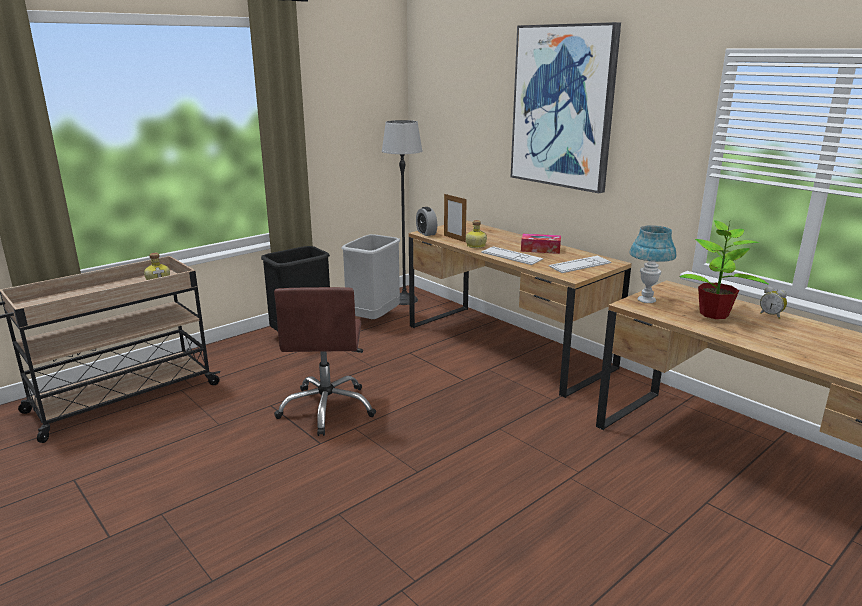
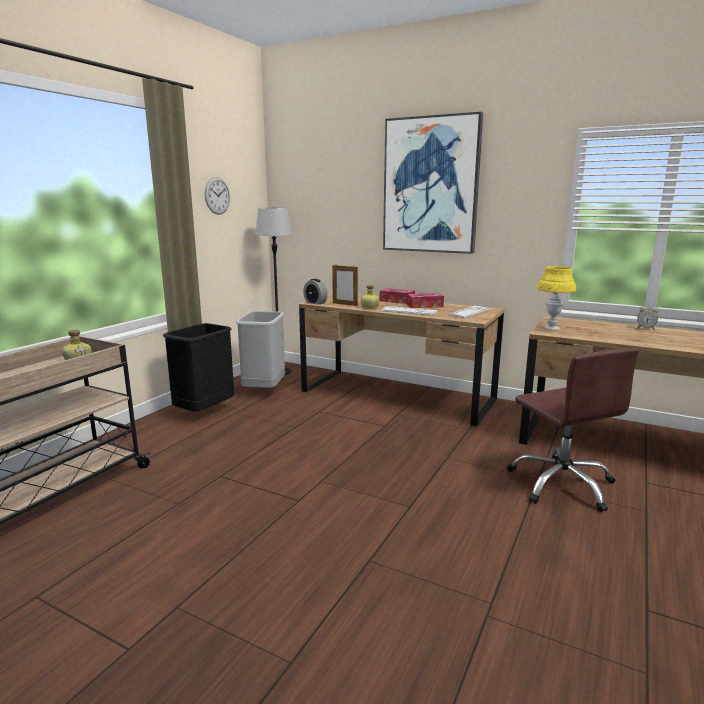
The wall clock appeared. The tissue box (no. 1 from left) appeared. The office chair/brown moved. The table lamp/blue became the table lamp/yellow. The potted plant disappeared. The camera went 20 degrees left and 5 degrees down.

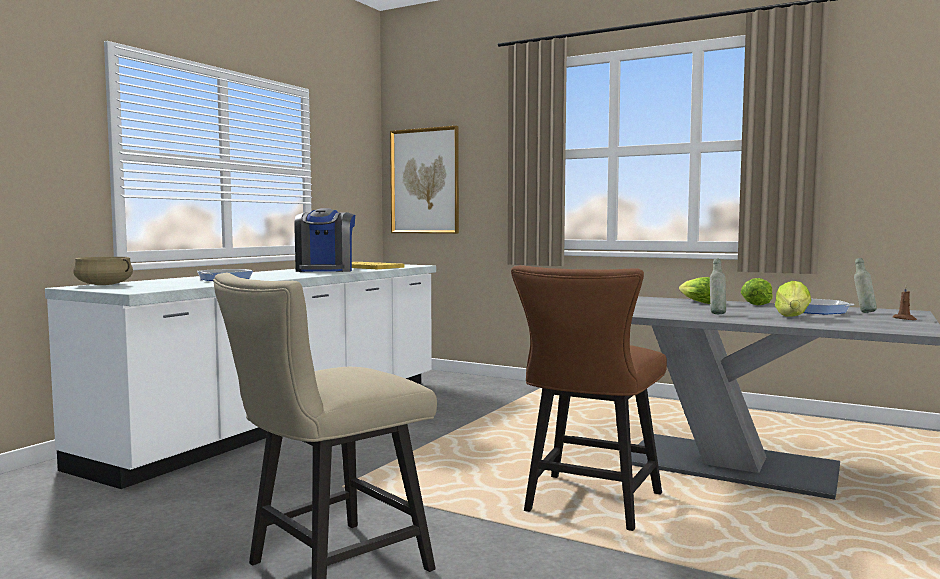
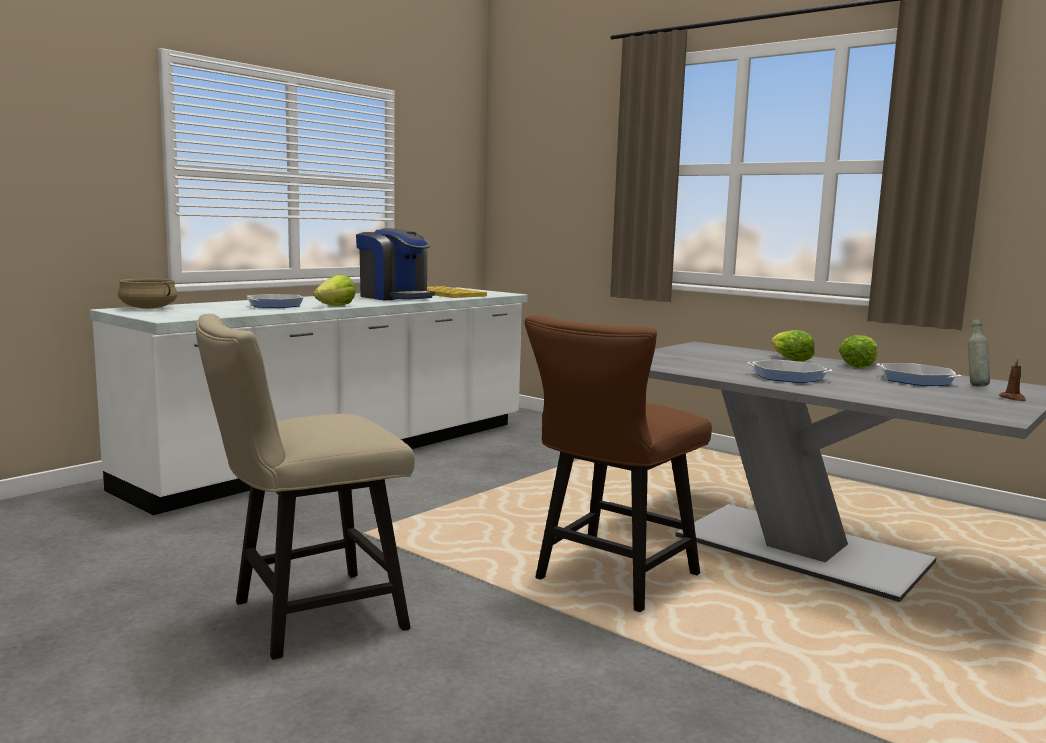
The lettuce (no. 3 from left in the first image) moved. The coffee machine turned 60 degrees counterclockwise. The bottle/grey (no. 1 from left) was replaced by the frying pan (no. 2 from left). The picture disappeared. The camera went 10 degrees right and 5 degrees up.

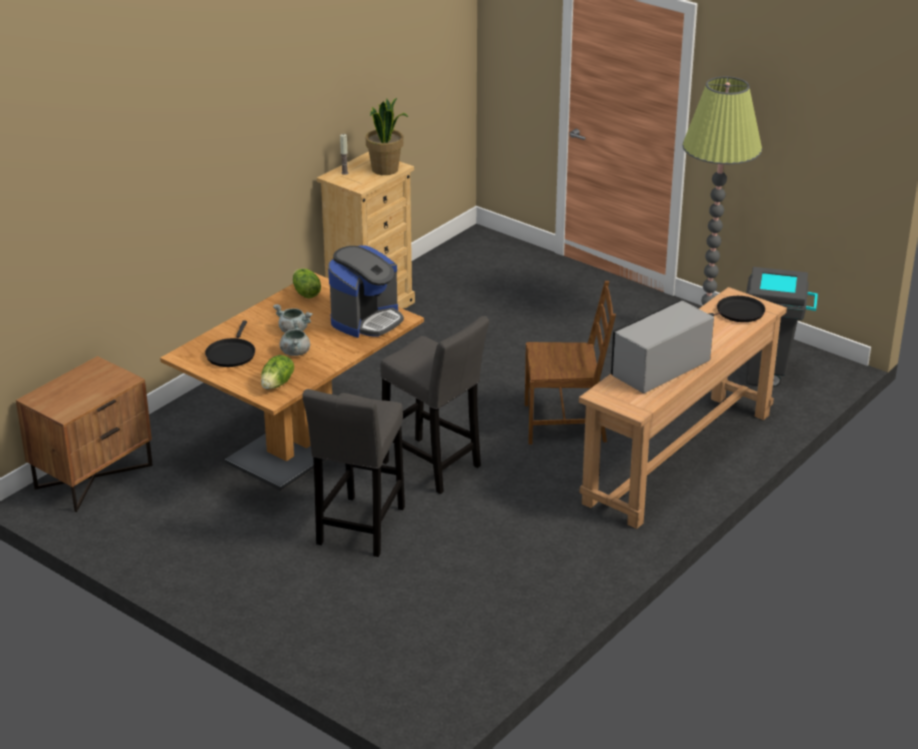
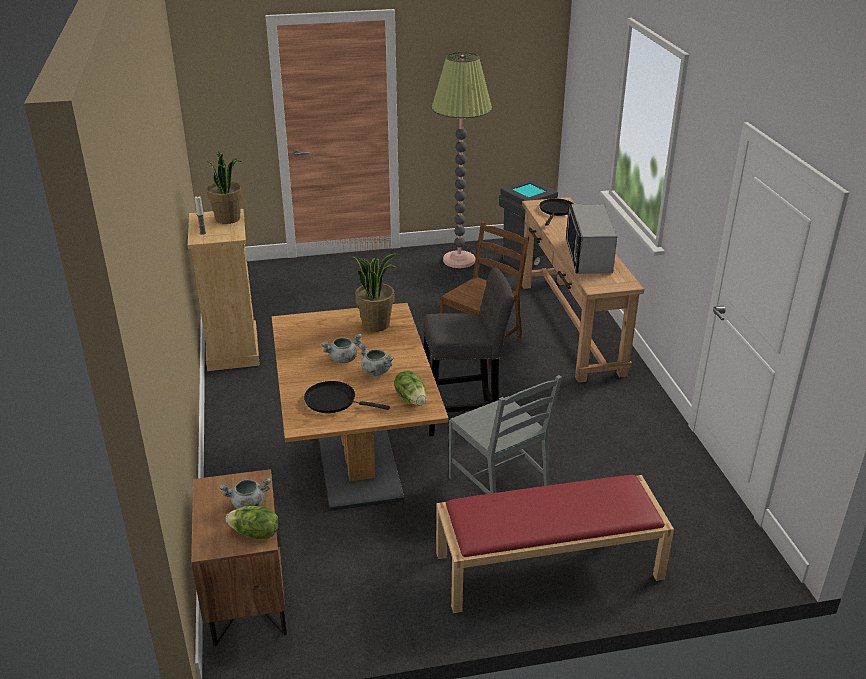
The cooking pot/grey (no. 1 from left) appeared. The lettuce (no. 2 from left in the first image) moved. The frying pan/black (no. 1 from left) turned 150 degrees clockwise. The coffee machine was replaced by the potted plant (no. 2 from left). The bench/red appeared. The stool/grey (no. 1 from left) was replaced by the chair/grey. The camera went 50 degrees left and 0 degrees up.

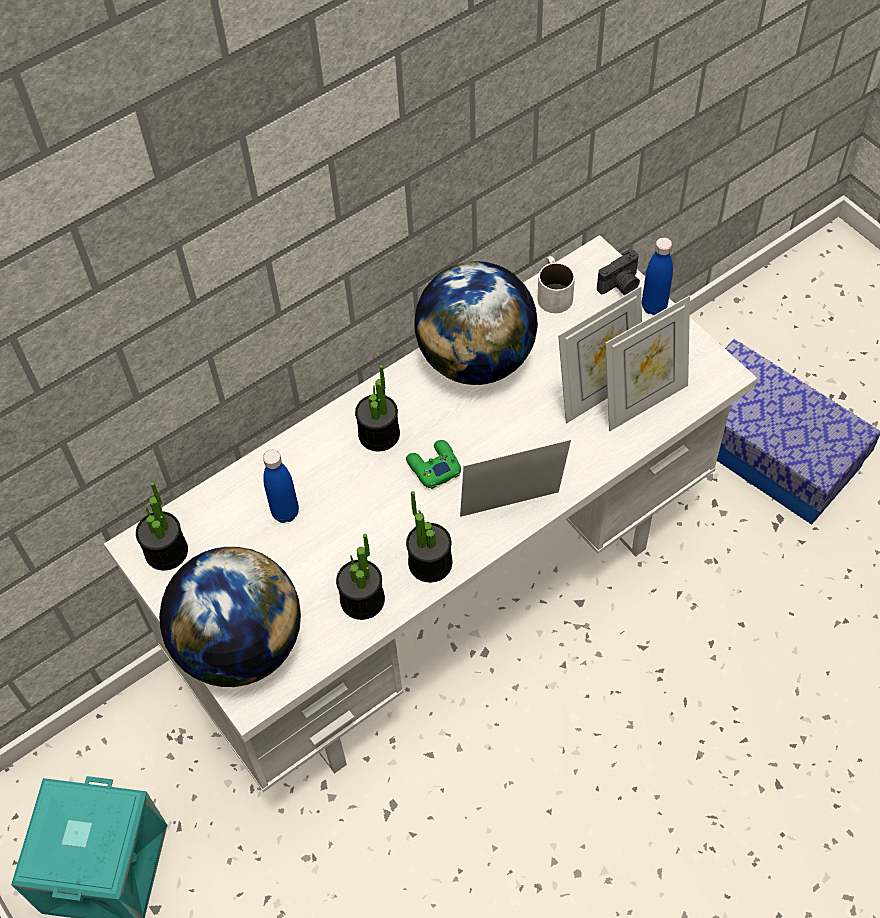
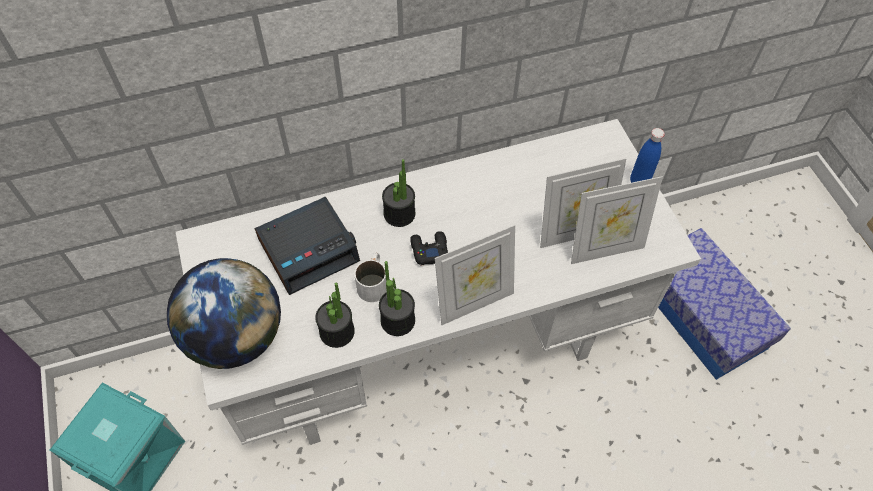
The bottle/blue (no. 1 from left) was replaced by the alarm clock. The mug/white moved. The game controller/green became the game controller/black. The picture frame (no. 1 from left) turned 150 degrees clockwise. The potted plant (no. 1 from left) disappeared. The globe (no. 2 from left) disappeared. The photo camera disappeared. The camera went 15 degrees right and 0 degrees up.

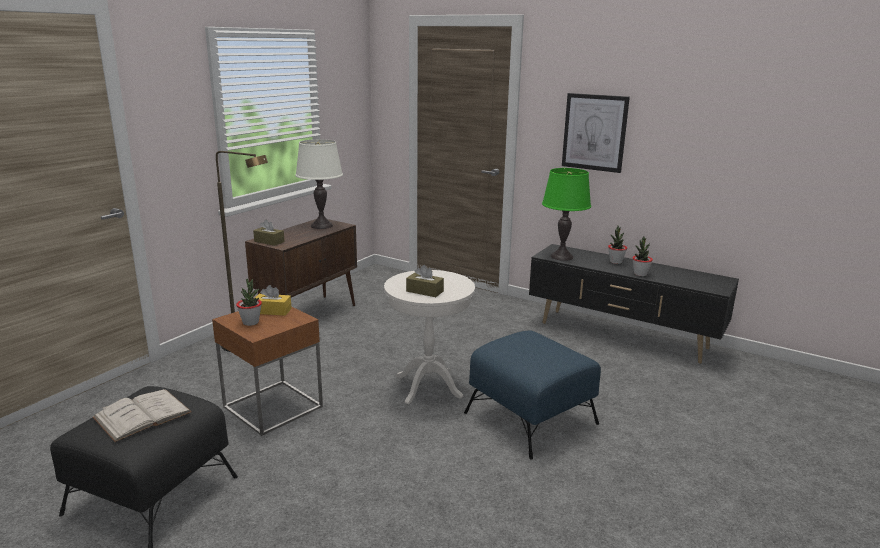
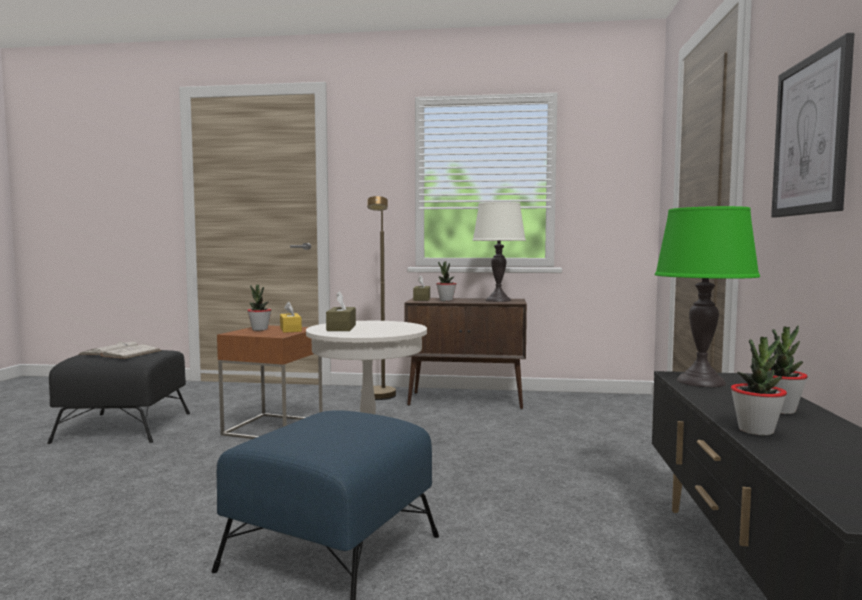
The potted plant (no. 2 from left) appeared. The camera went 65 degrees right and 15 degrees down.

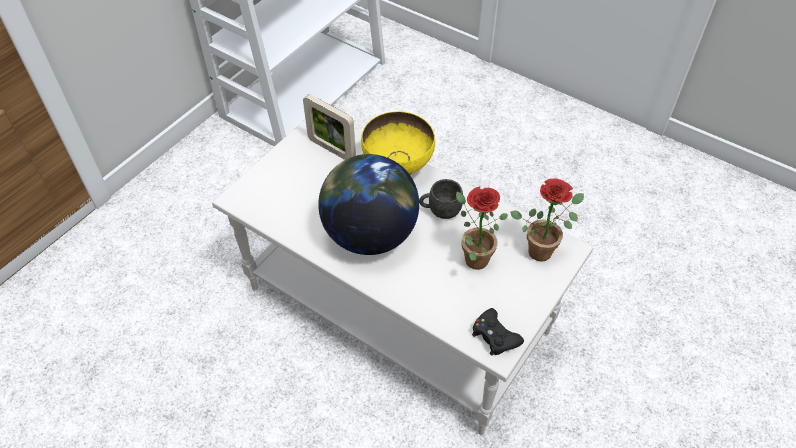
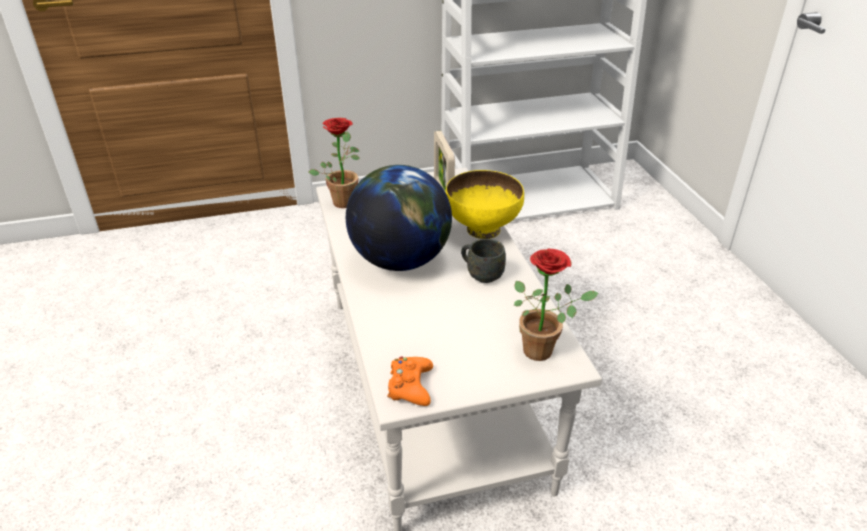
The potted plant (no. 1 from left) moved. The game controller/black became the game controller/orange. The camera went 40 degrees right and 15 degrees down.

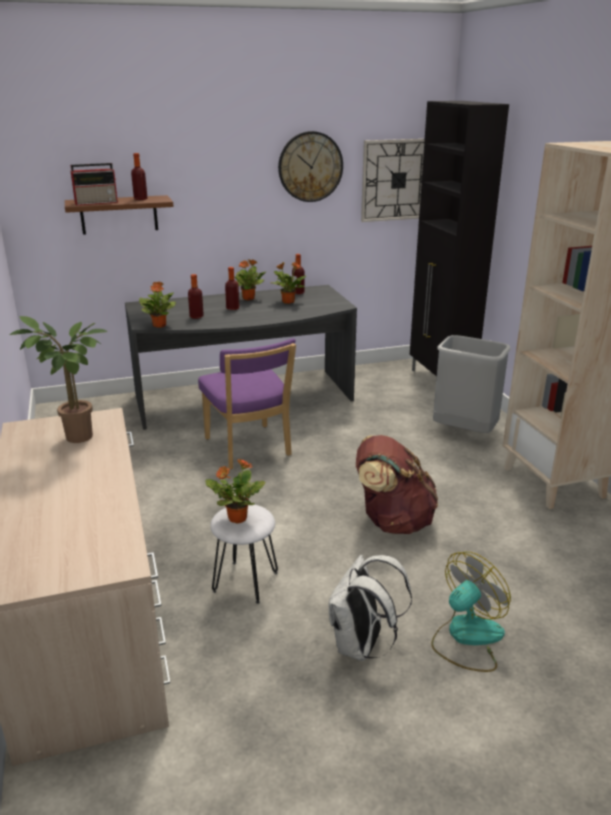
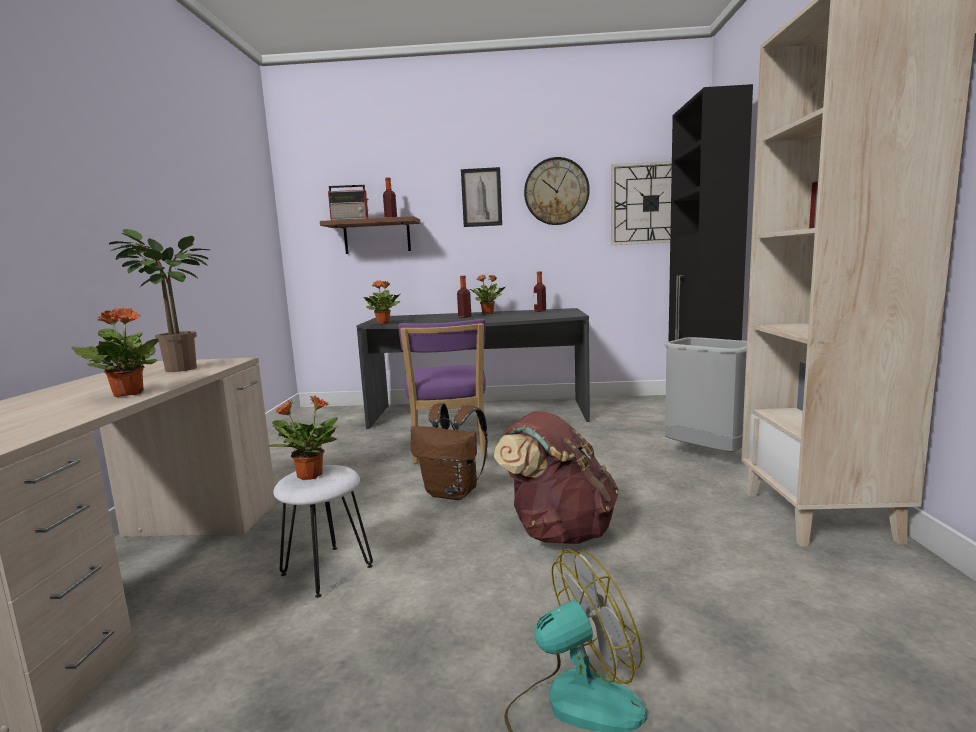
The potted plant (no. 5 from left in the first image) moved. The backpack/brown (no. 1 from left) appeared. The picture appeared. The bottle (no. 2 from left) disappeared. The backpack/white disappeared. The camera went 20 degrees right and 15 degrees down.

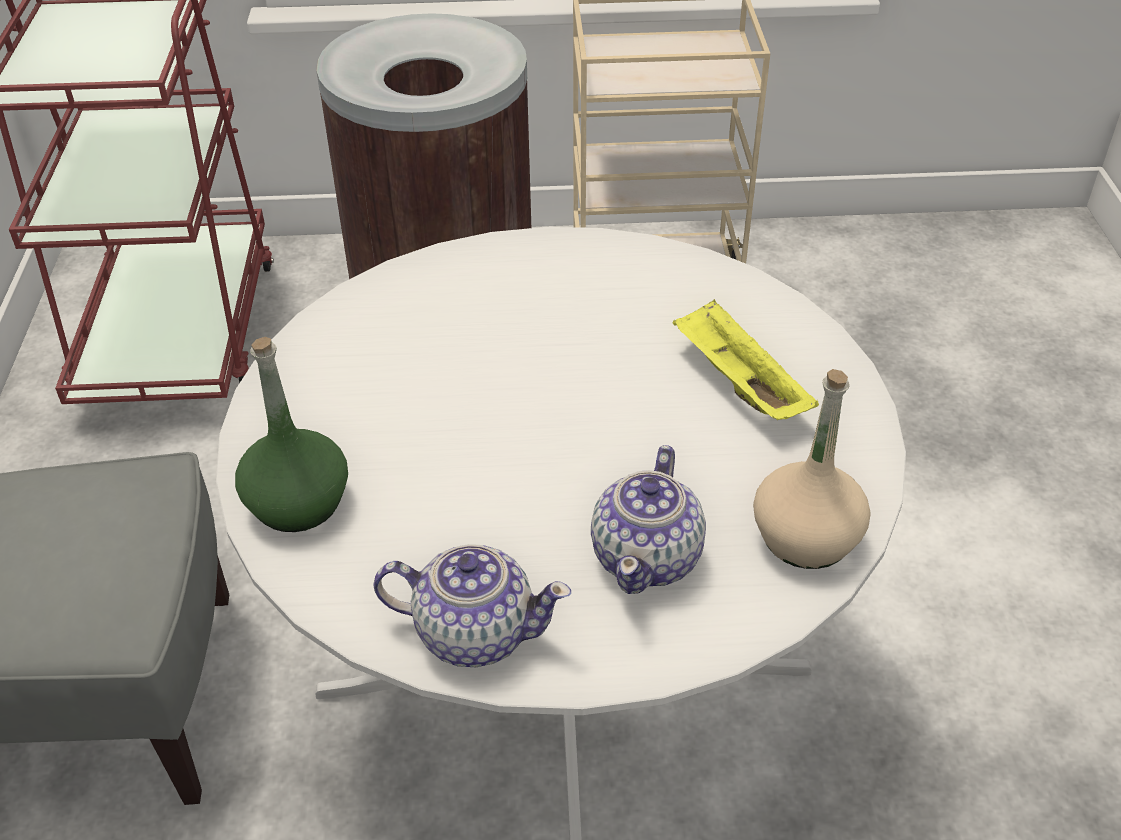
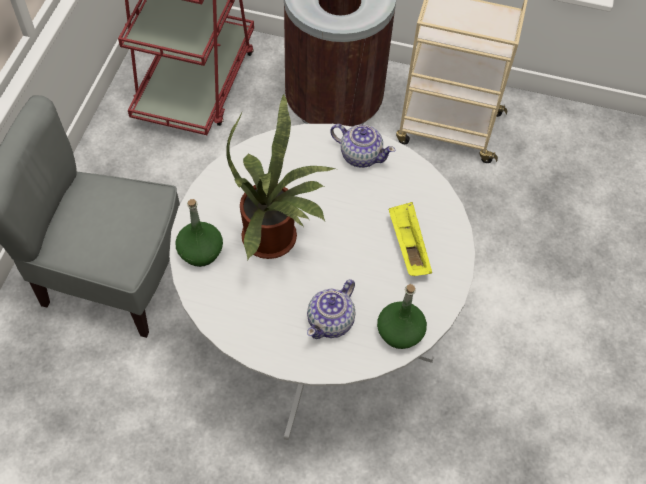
The potted plant appeared. The teapot (no. 1 from left in the first image) moved. The bottle/beige became the bottle/green (no. 2 from left). The camera went 15 degrees right and 15 degrees up.

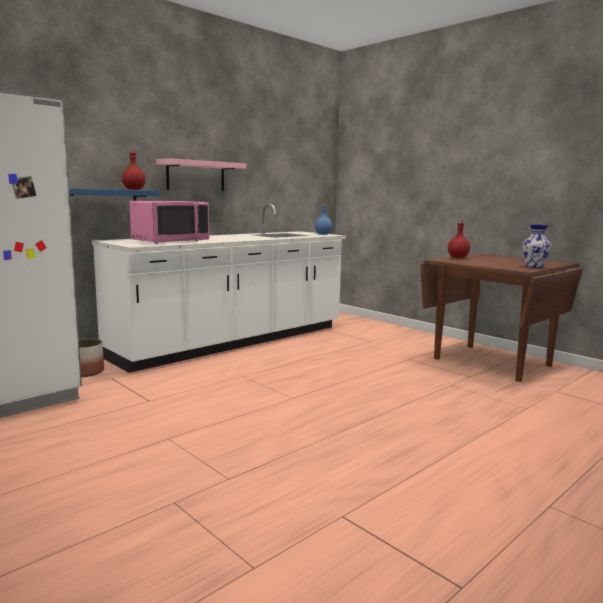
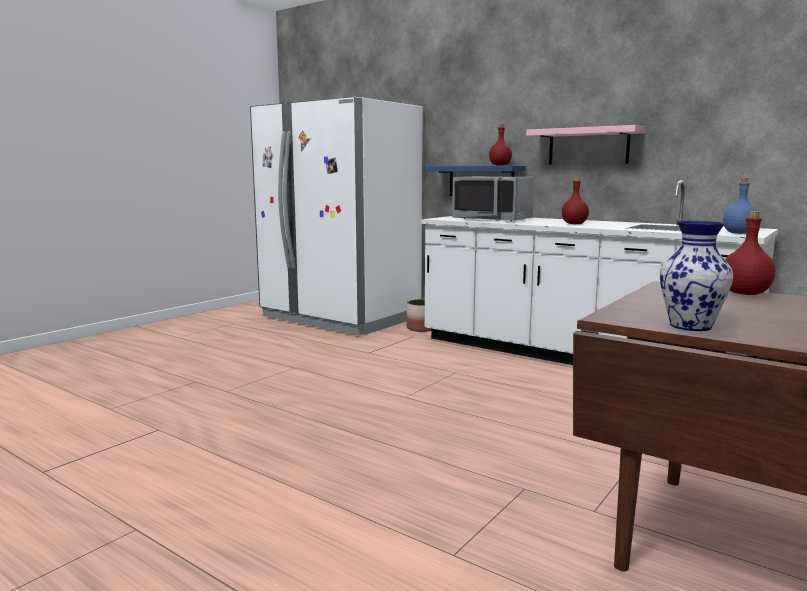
The microwave/pink became the microwave/grey. The bottle/red (no. 2 from left) appeared. The camera went 80 degrees right and 0 degrees up.

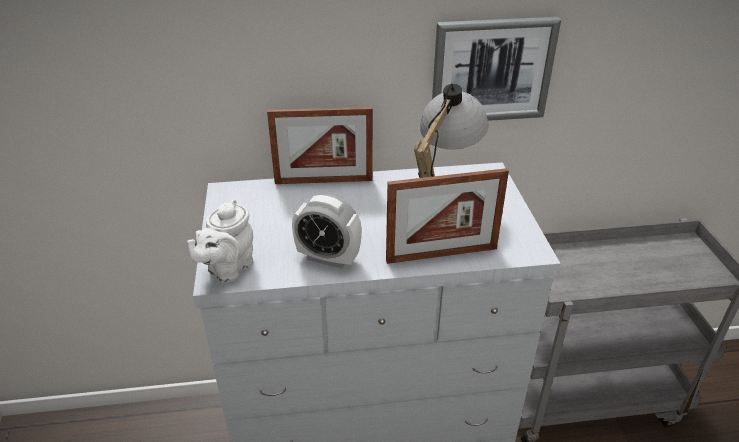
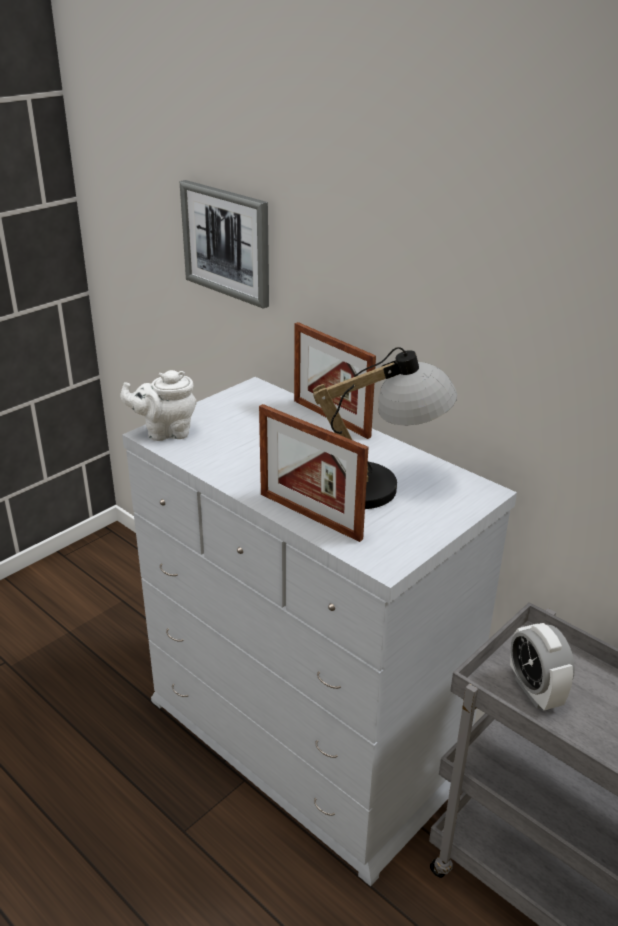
The picture moved. The alarm clock moved. The camera went 50 degrees right and 5 degrees down.

